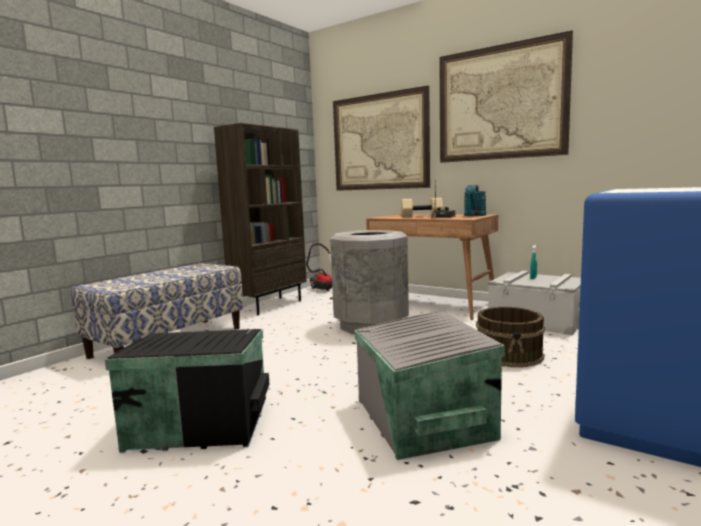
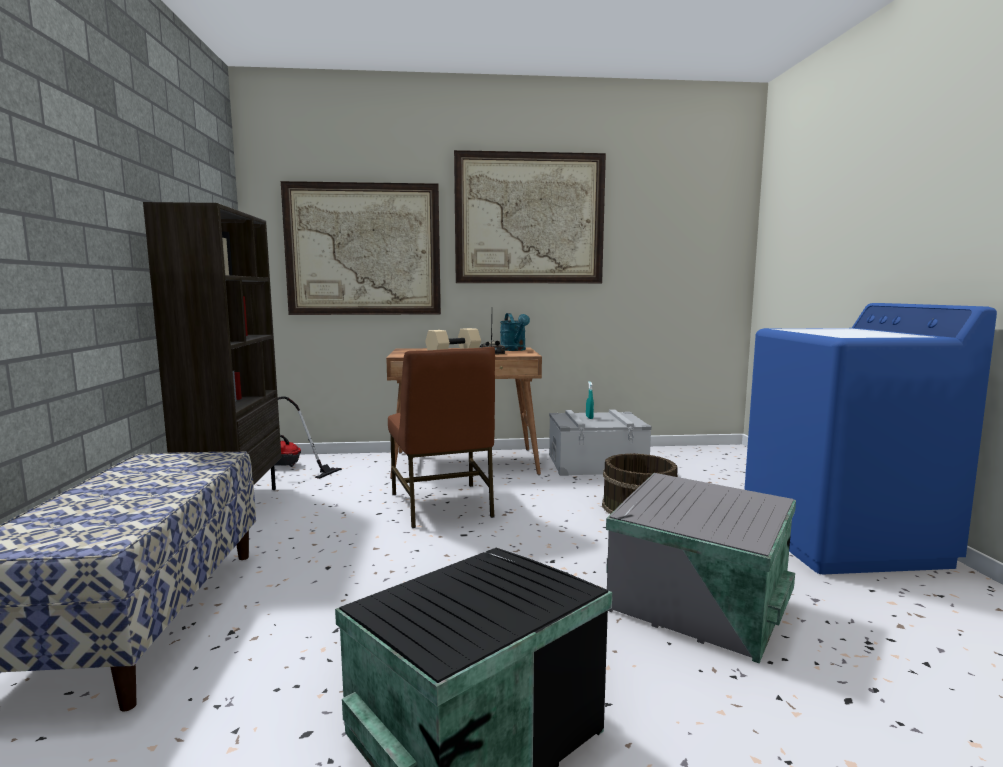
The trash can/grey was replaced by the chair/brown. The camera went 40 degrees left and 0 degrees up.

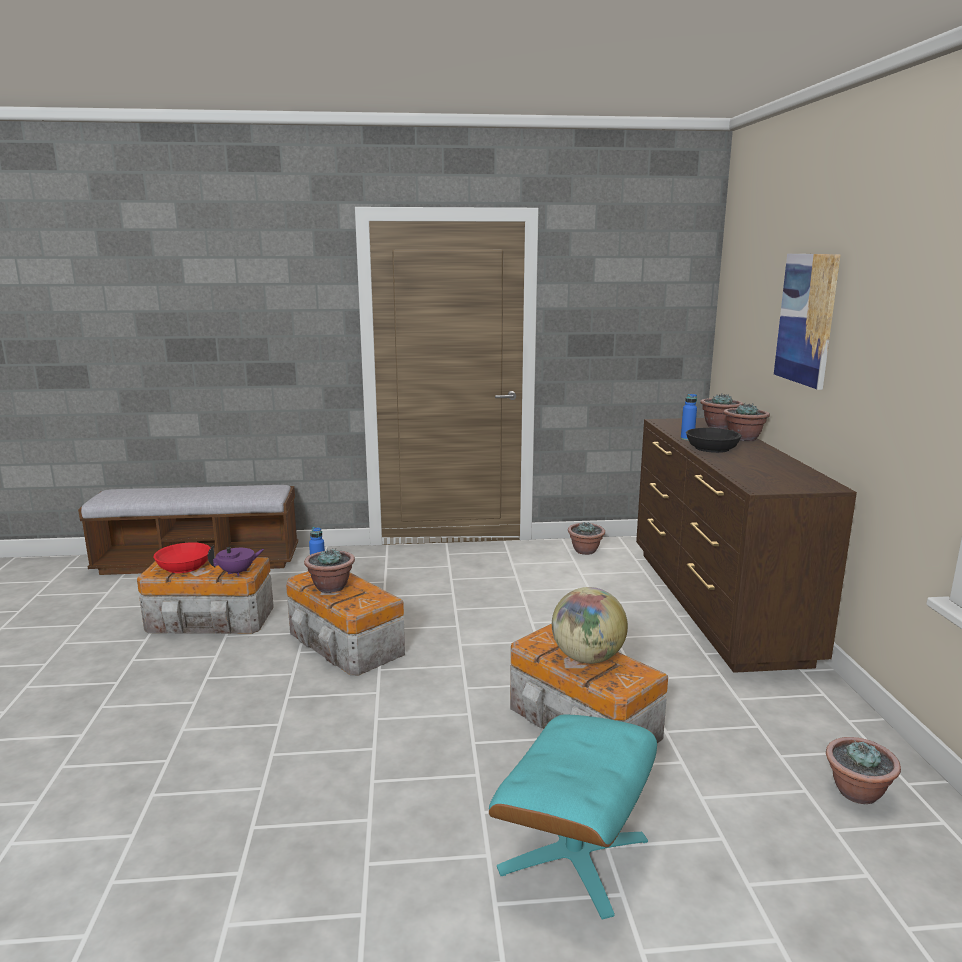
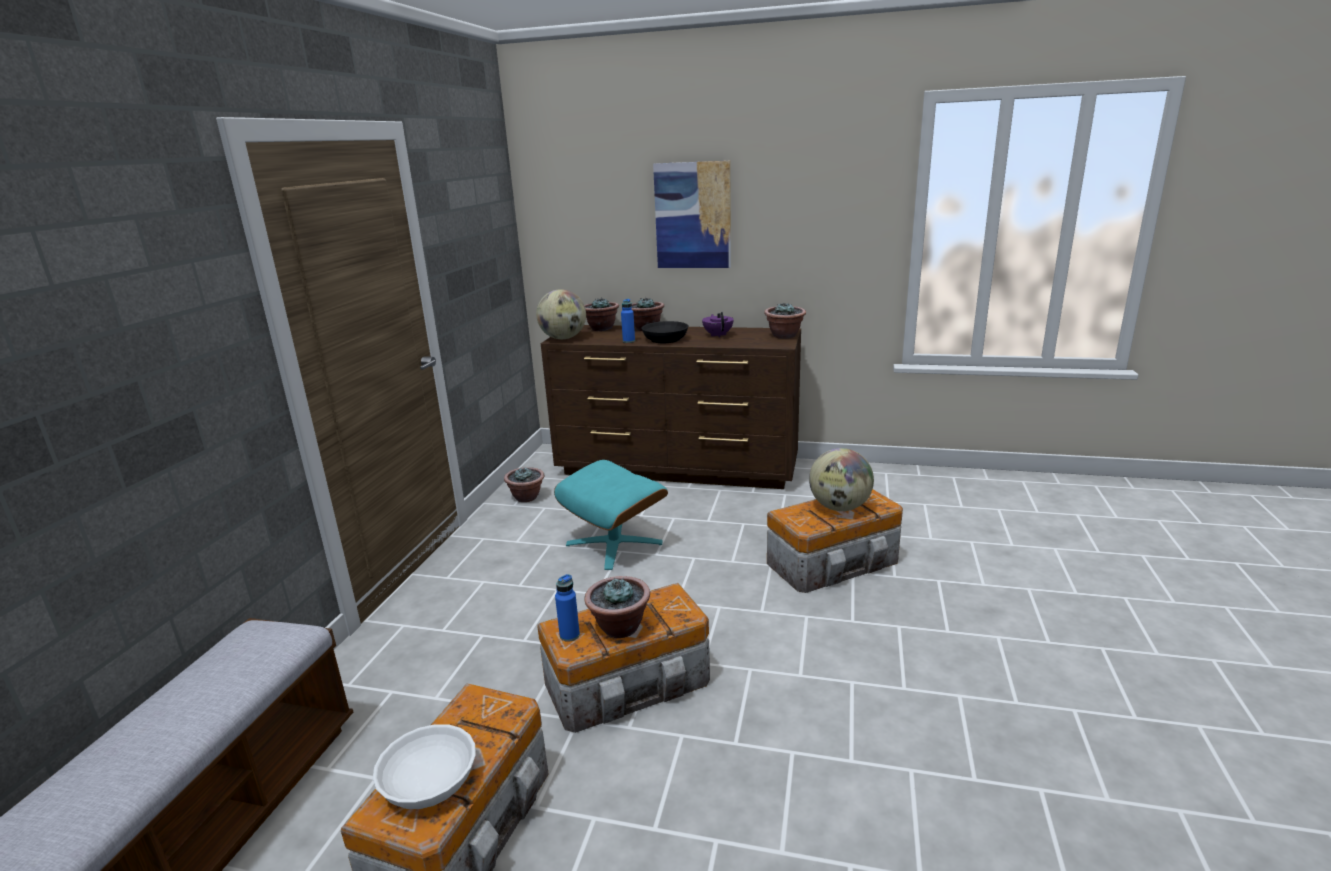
The bowl/red became the bowl/white. The globe (no. 1 from left) appeared. The ottoman/turquoise moved. The teapot/purple moved. The potted plant (no. 5 from left) moved. The camera went 70 degrees left and 5 degrees up.

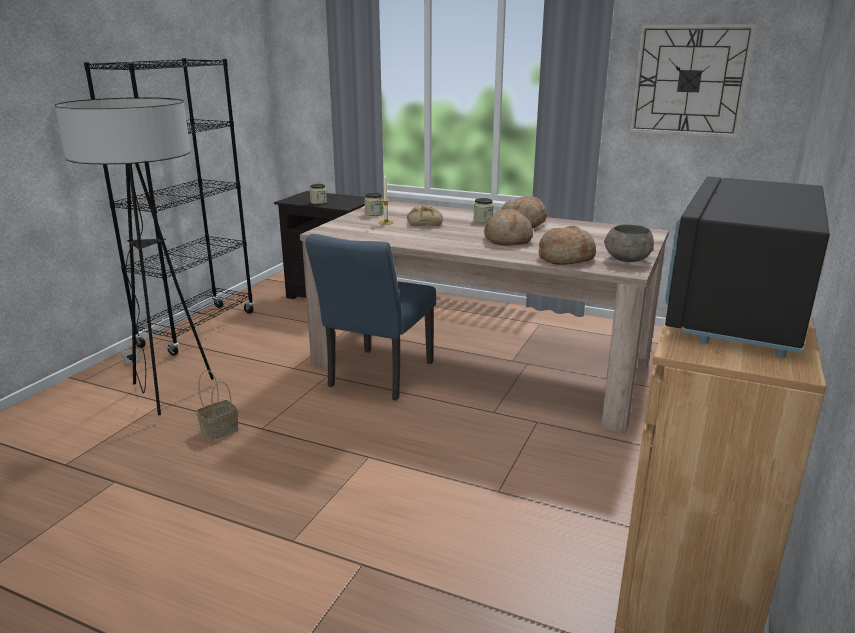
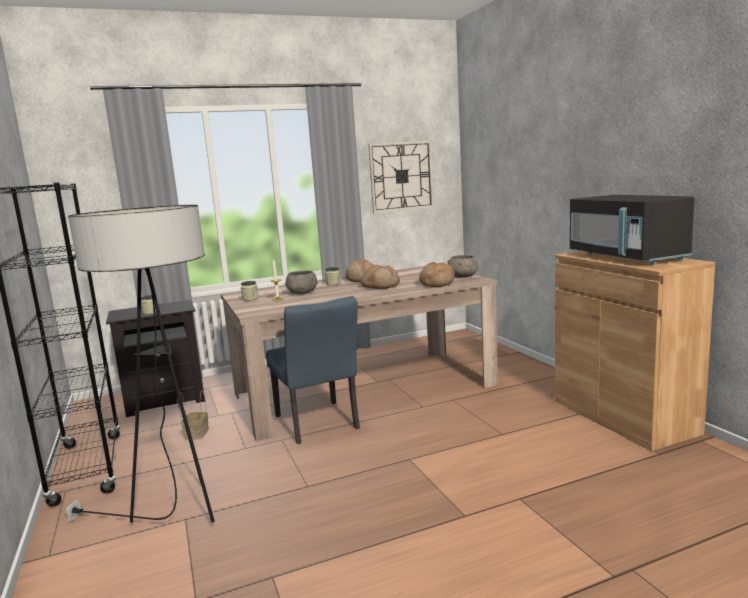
The basket moved. The bread (no. 1 from left) was replaced by the bowl/grey (no. 1 from left). The camera went 45 degrees left and 10 degrees down.

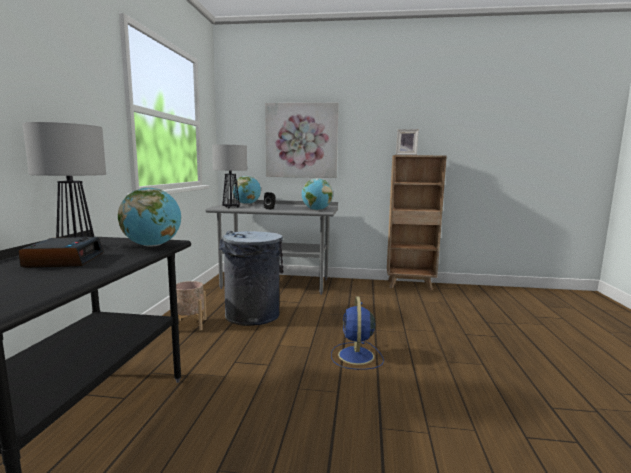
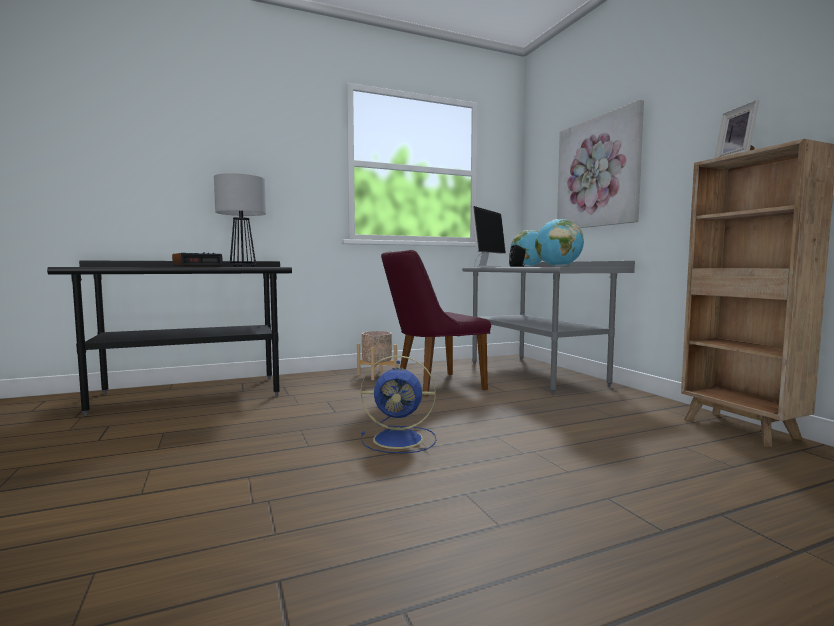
The fan/blue turned 150 degrees counterclockwise. The trash can/grey was replaced by the chair/purple. The table lamp (no. 2 from left) was replaced by the monitor. The globe (no. 1 from left) disappeared. The camera went 60 degrees right and 5 degrees down.

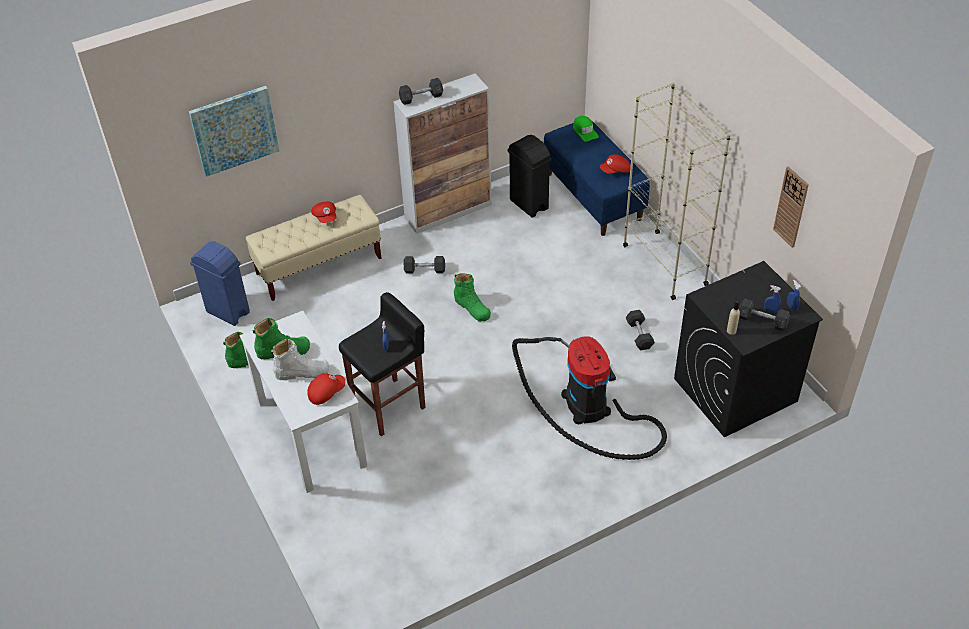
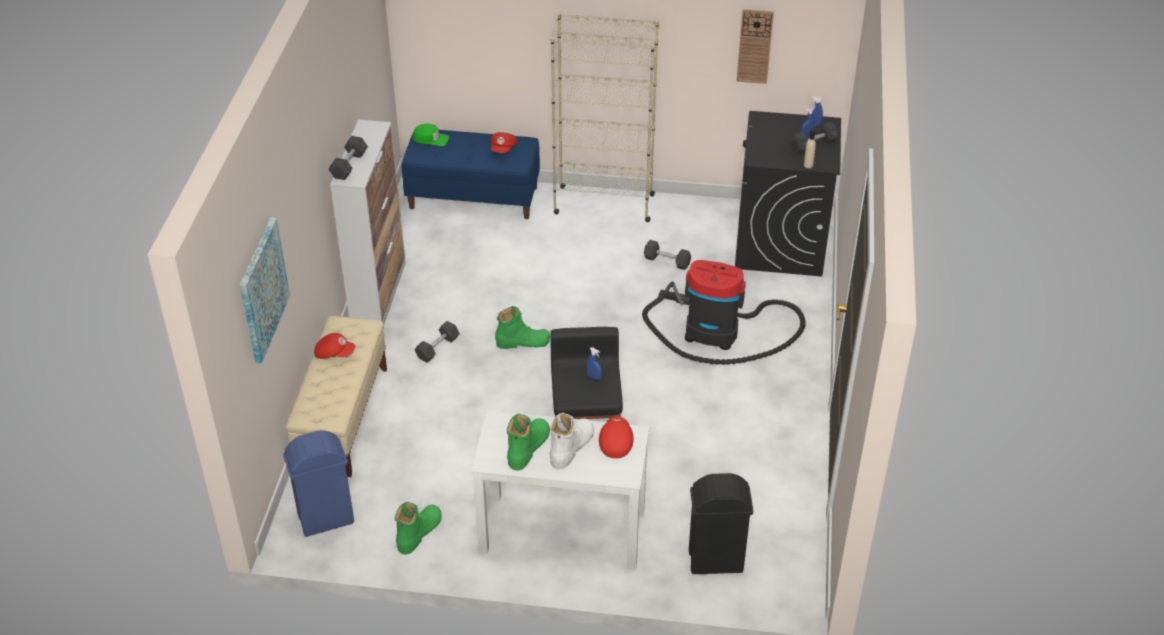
The trash can/black moved. The camera went 55 degrees left and 5 degrees down.

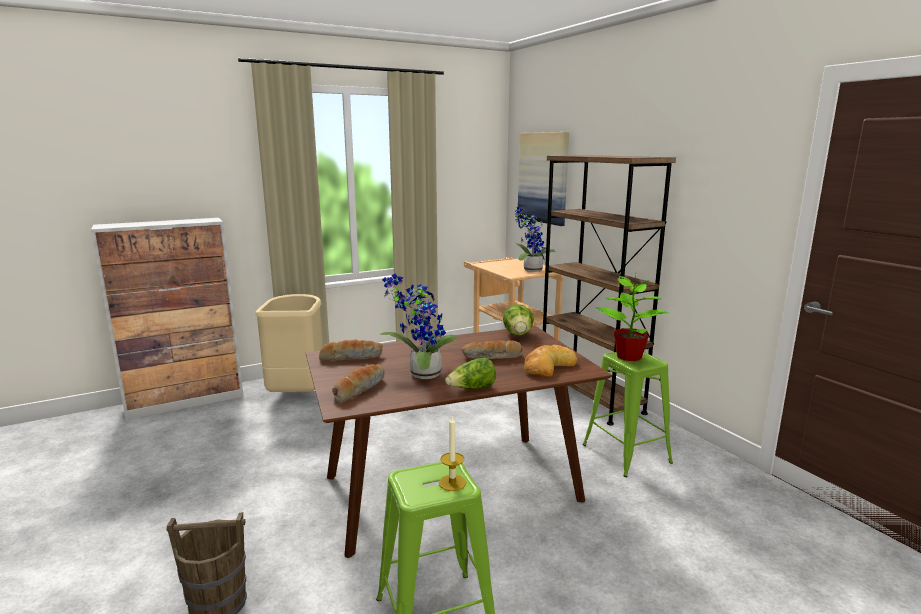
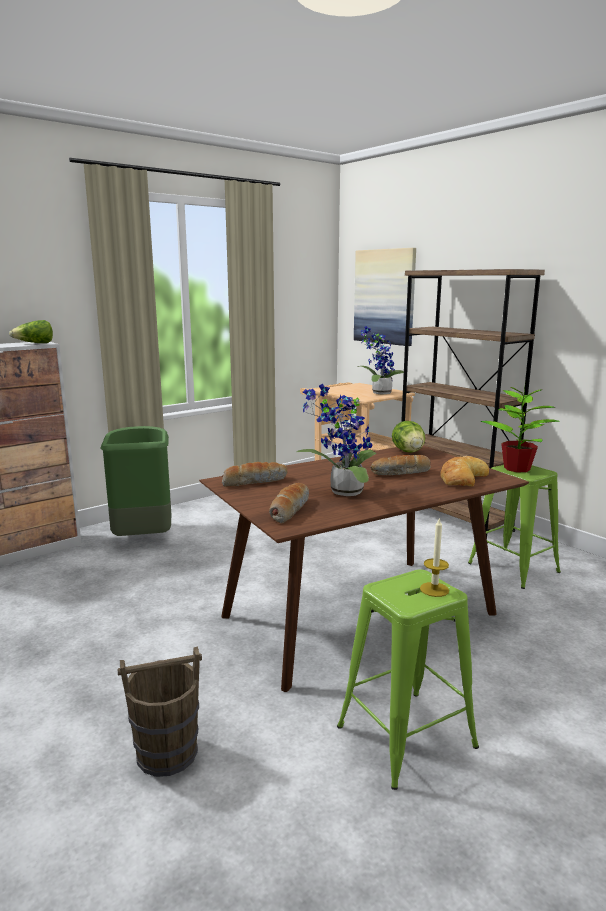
The lettuce (no. 1 from left) moved. The trash can/beige became the trash can/green. The camera went 10 degrees left and 0 degrees up.

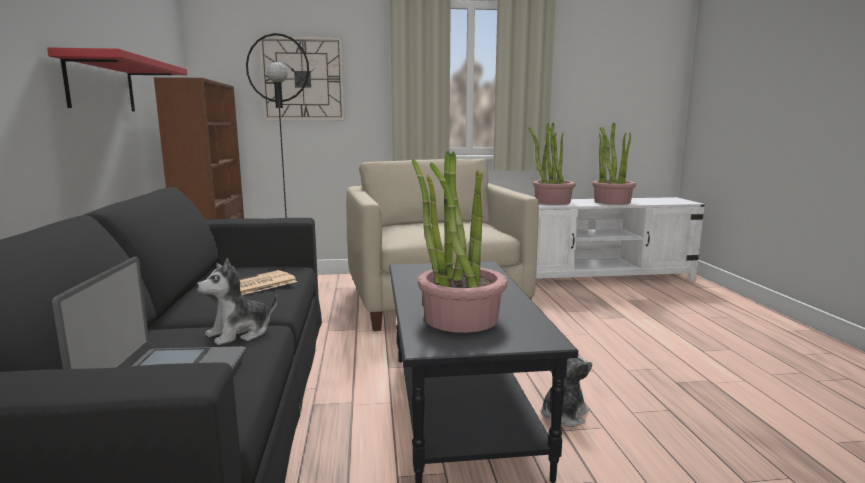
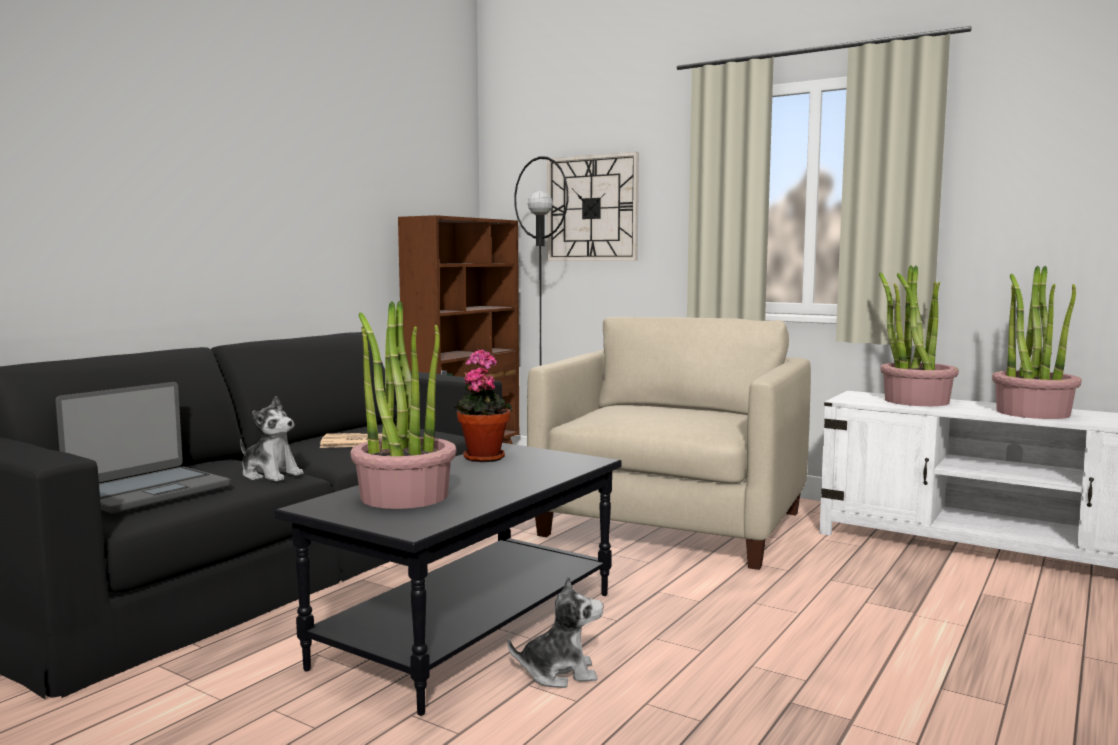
The plush toy (no. 1 from left) turned 150 degrees counterclockwise. The potted plant (no. 2 from left) appeared. The shelf/red disappeared. The camera went 40 degrees right and 5 degrees down.

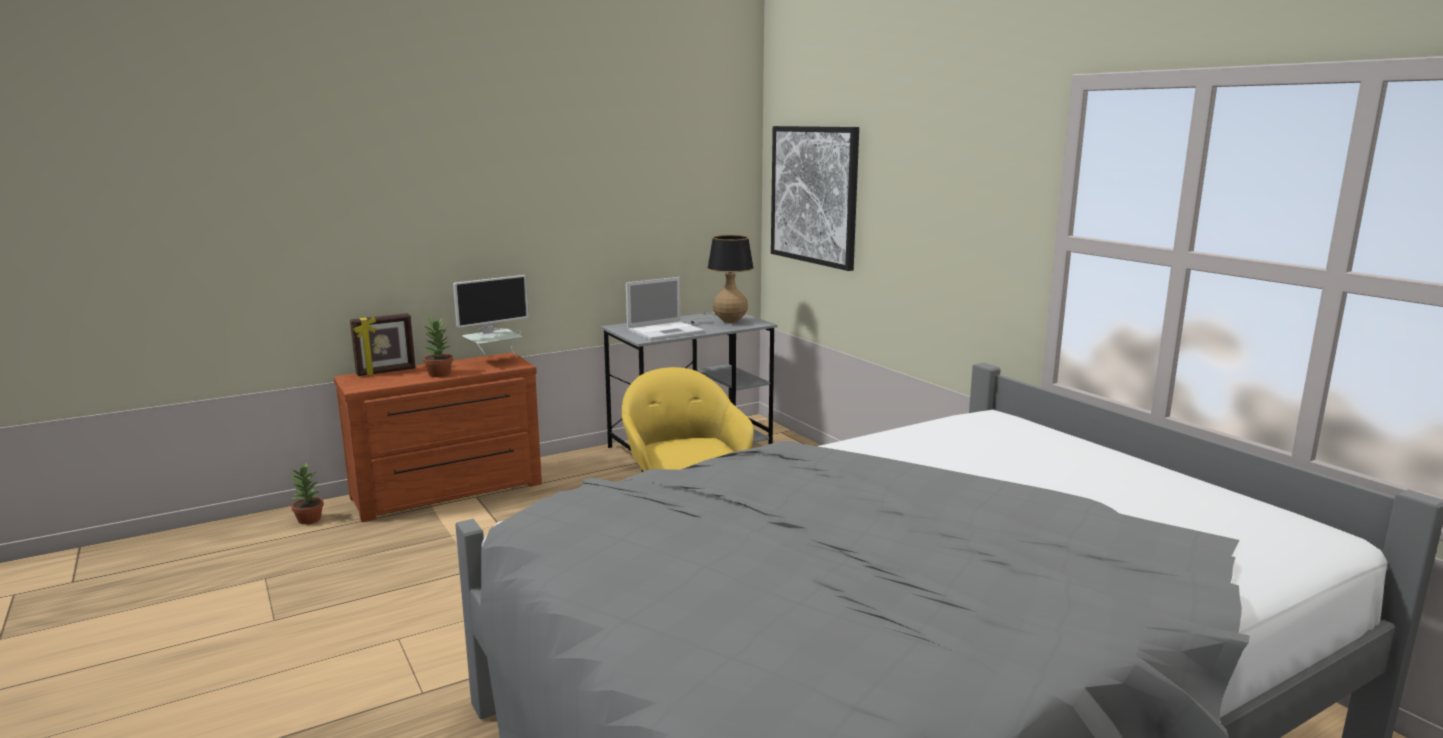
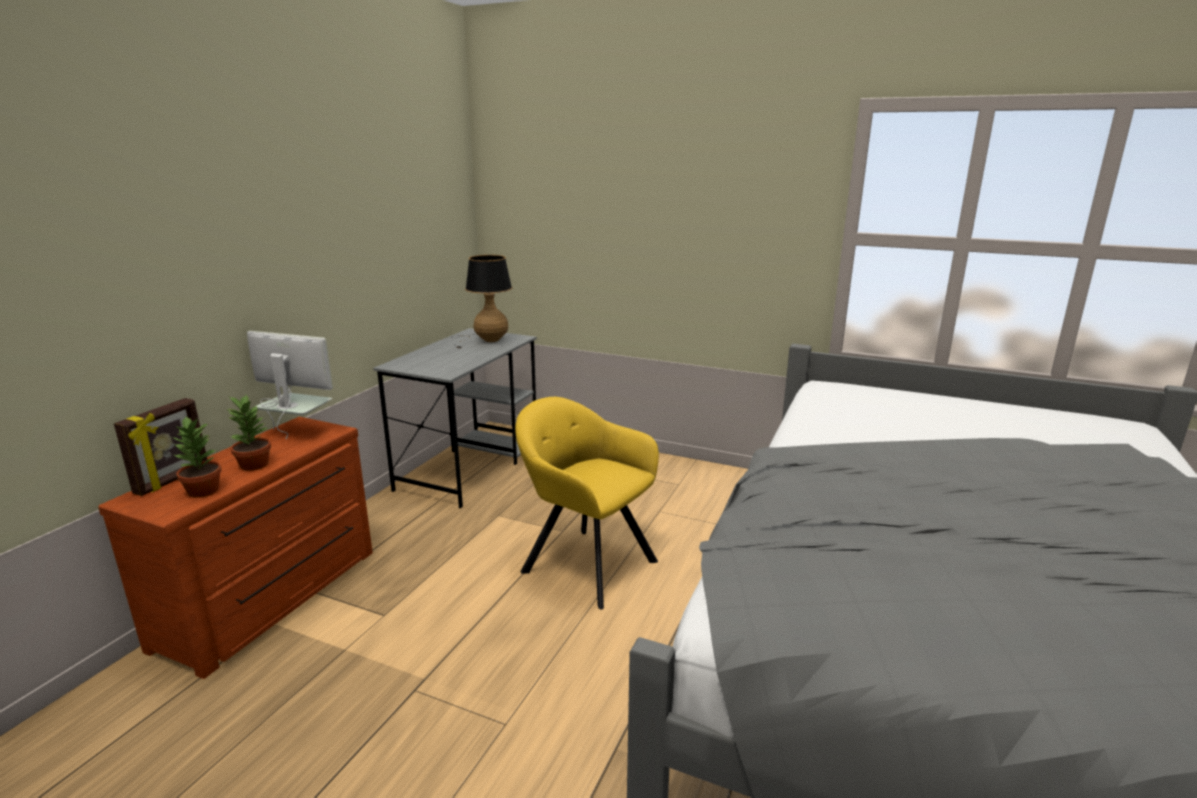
The potted plant (no. 1 from left) moved. The monitor turned 90 degrees counterclockwise. The laptop disappeared. The picture disappeared. The camera went 35 degrees left and 5 degrees up.

